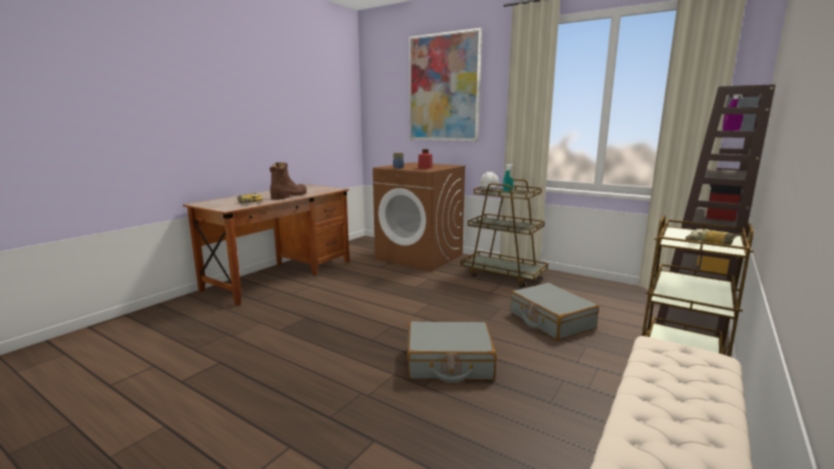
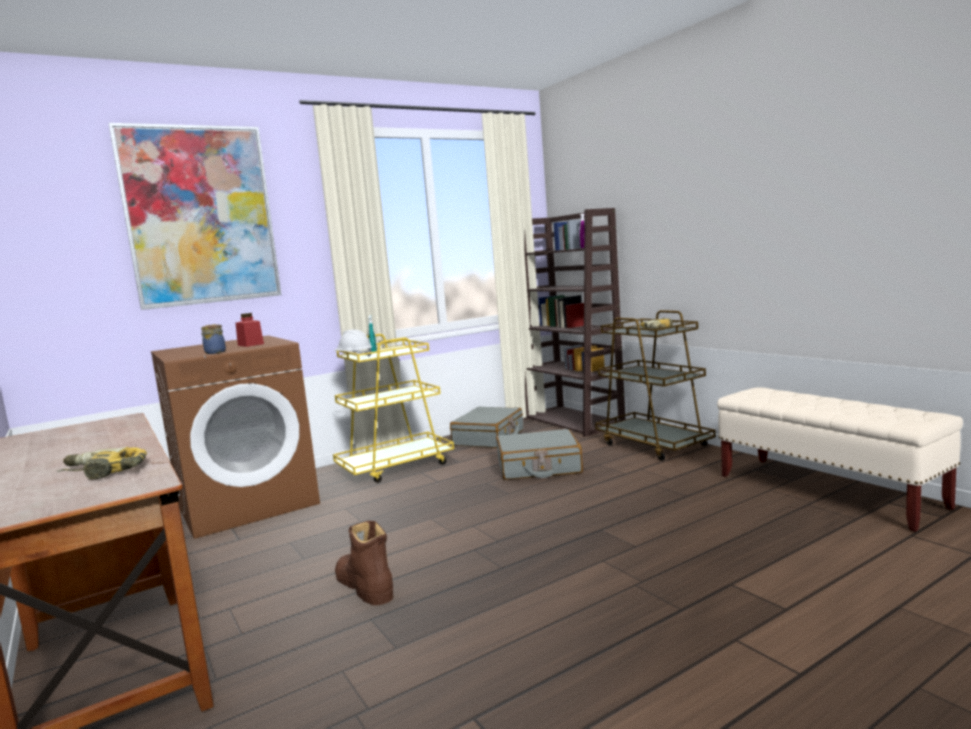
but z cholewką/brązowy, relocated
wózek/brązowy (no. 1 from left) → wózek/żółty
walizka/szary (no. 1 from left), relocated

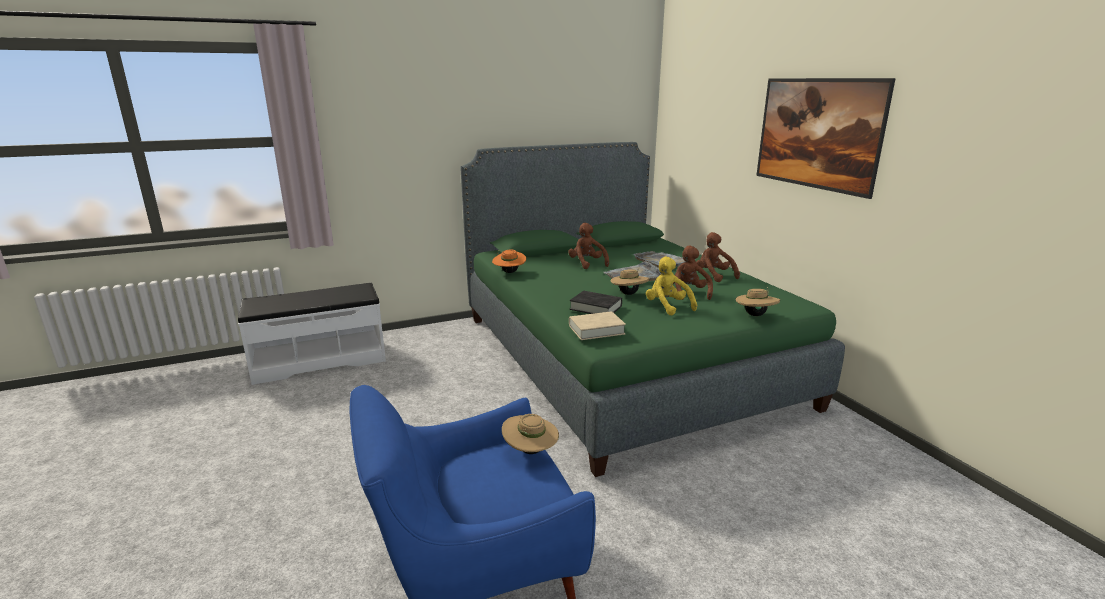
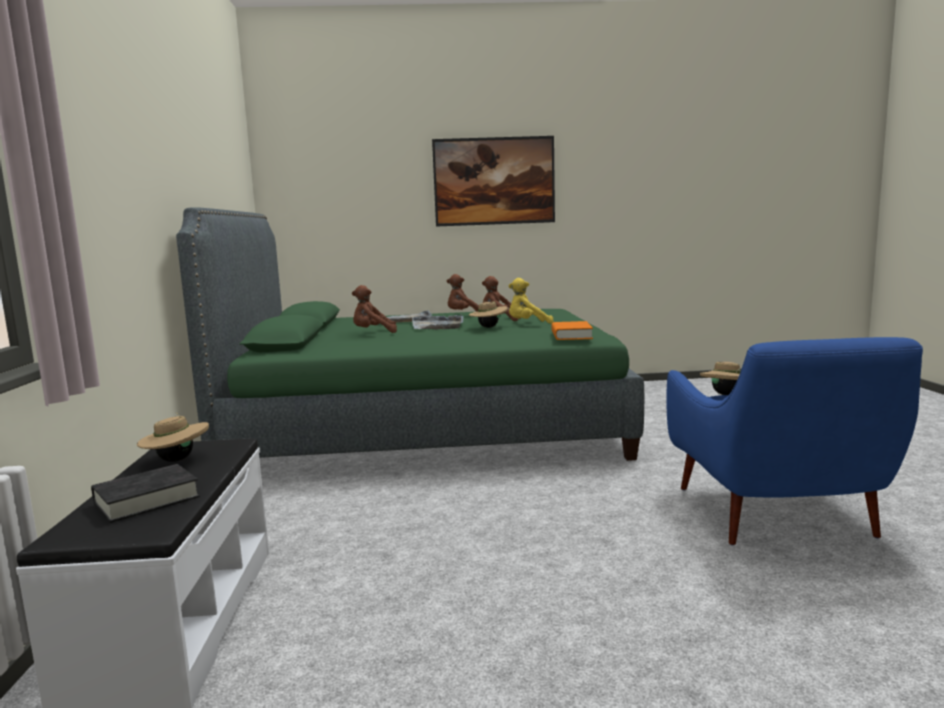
kapelusz/pomarańczowy → -
kapelusz/beżowy (no. 3 from left in the first image) → kapelusz/beżowy (no. 1 from left), relocated
książka/czarny, relocated
książka/beżowy → książka/pomarańczowy

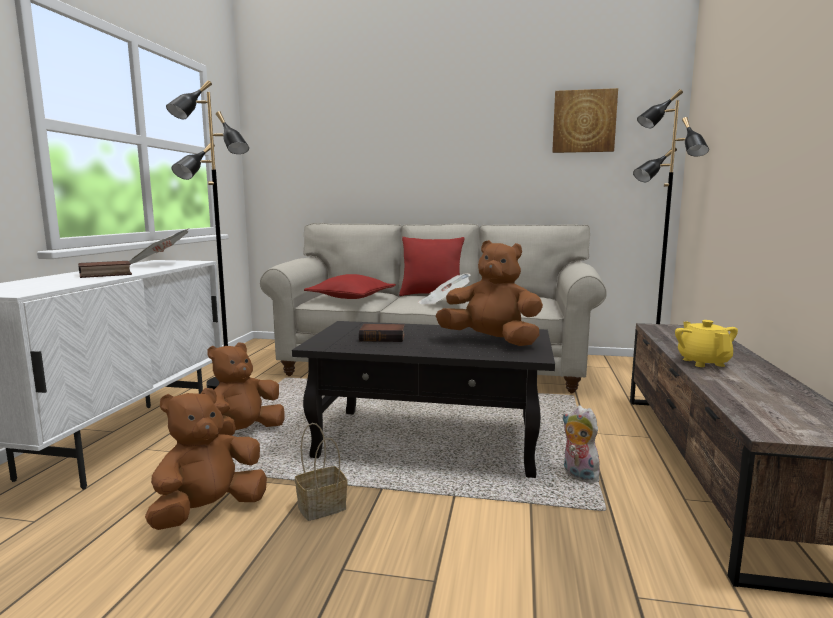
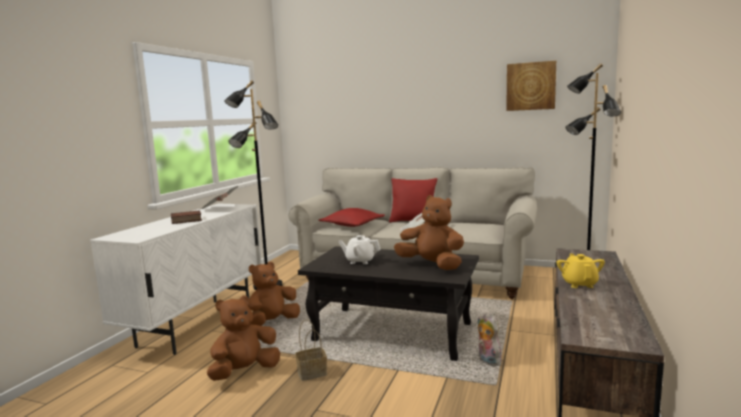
książka (no. 2 from left) → imbryk/biały

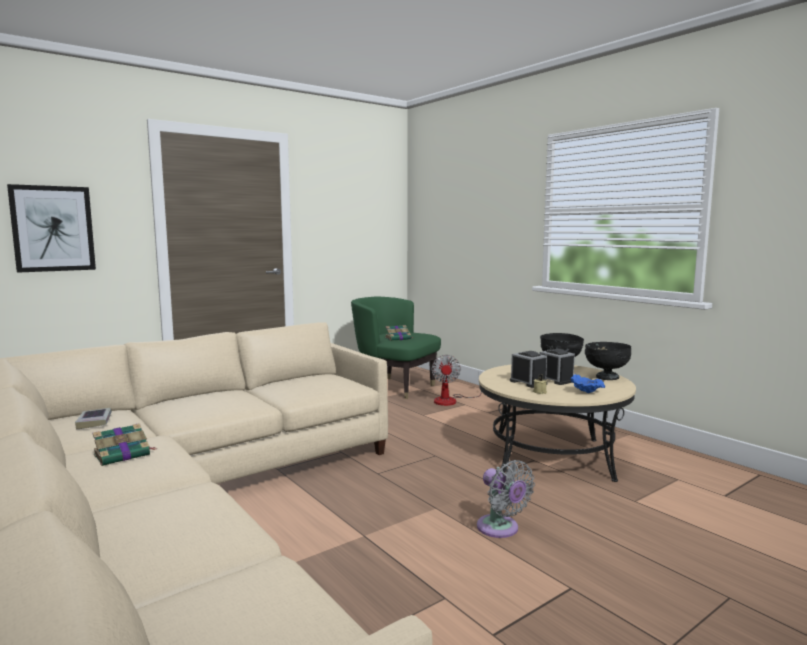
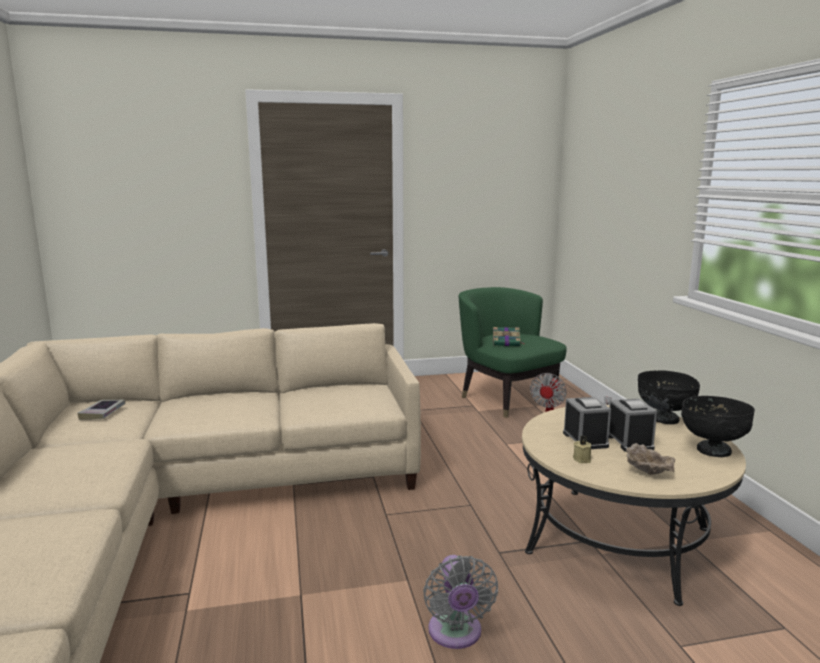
obraz → -
miska/niebieski → miska/beżowy
książka (no. 2 from left) → -

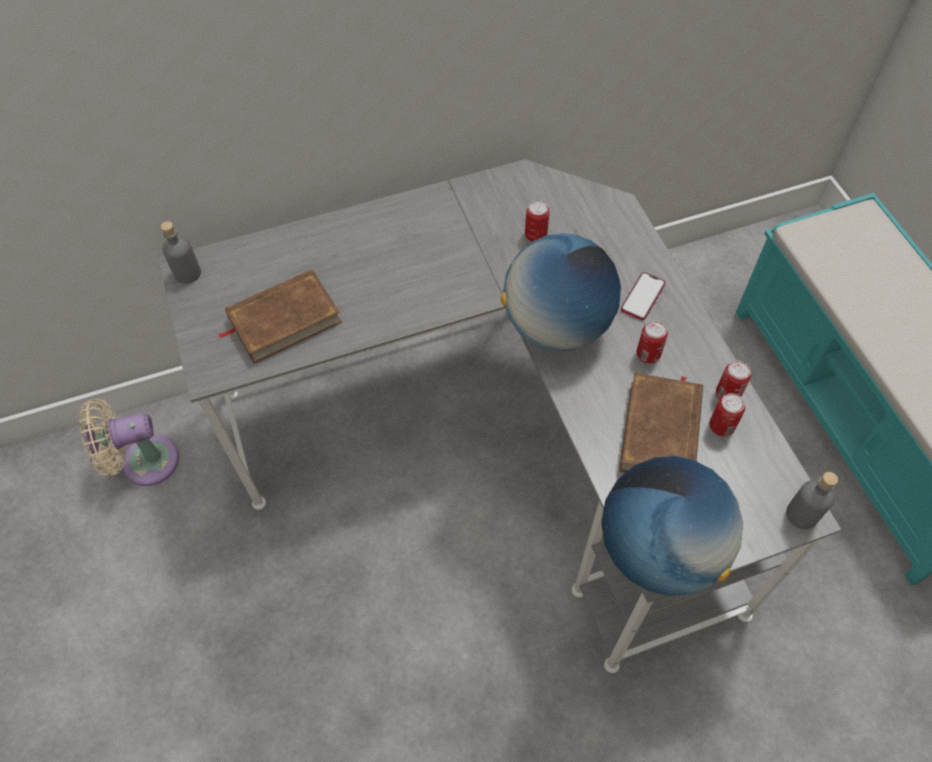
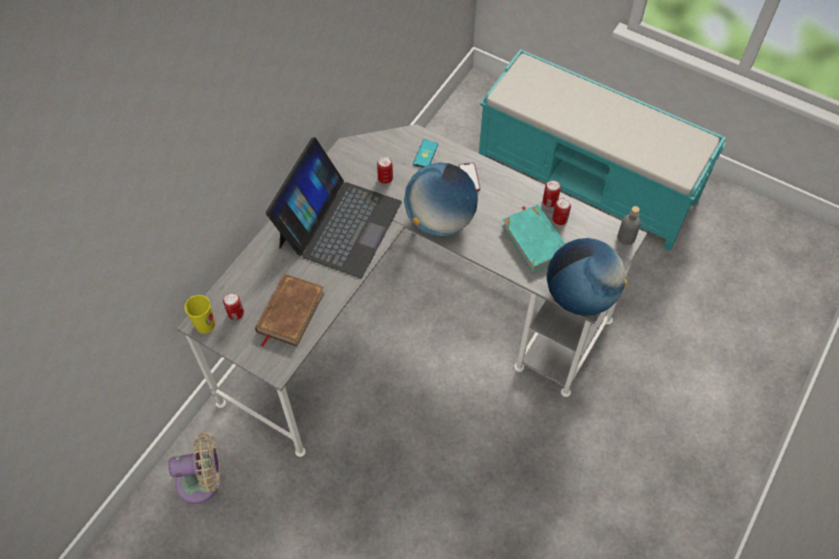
butelka/szary (no. 1 from left) → filiżanka
puszka (no. 2 from left in the first image) → puszka (no. 1 from left), relocated
książka/brązowy (no. 2 from left) → książka/turkusowy
wentylator/beżowy, 135 degrees counterclockwise
- → laptop
- → telefon (no. 1 from left)

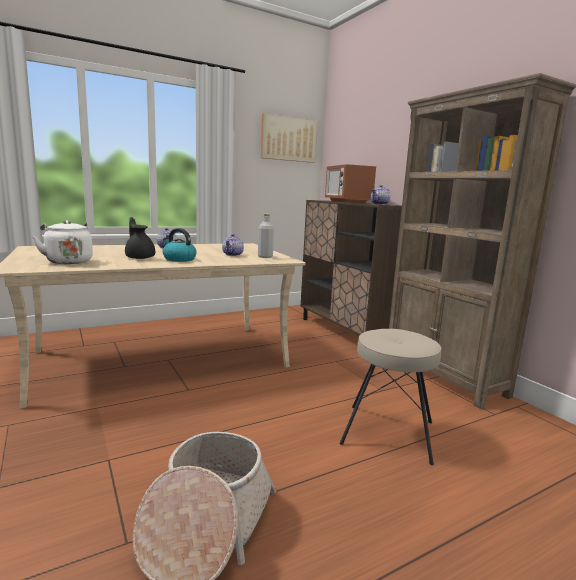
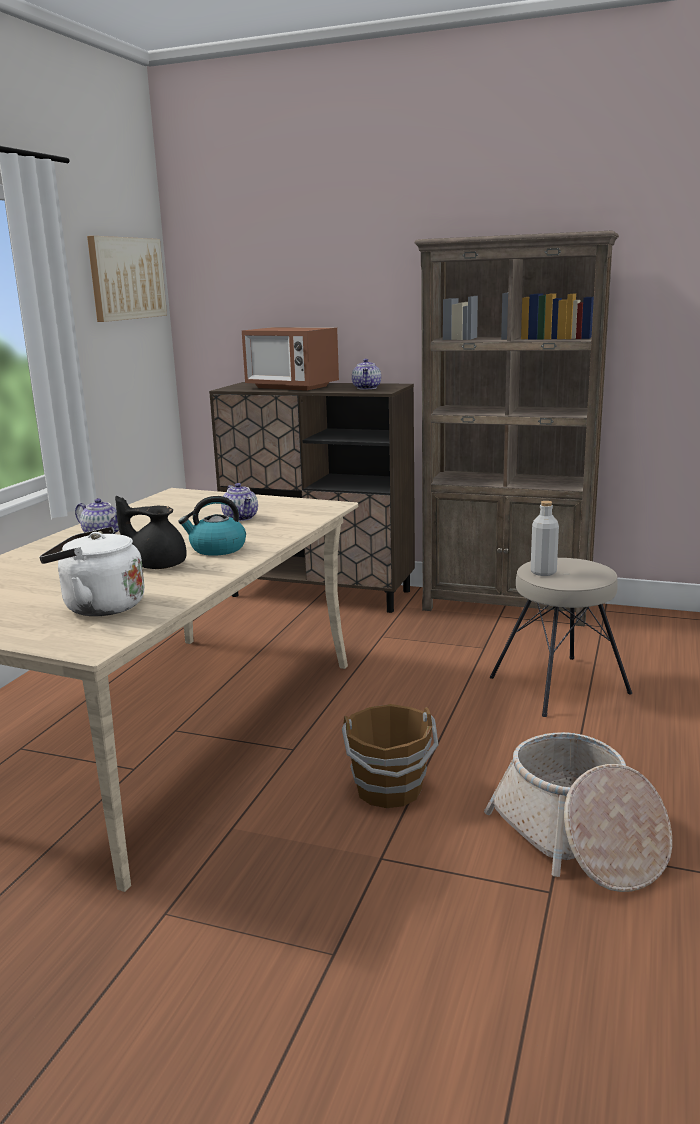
butelka/szary, relocated
- → wiadro/brązowy

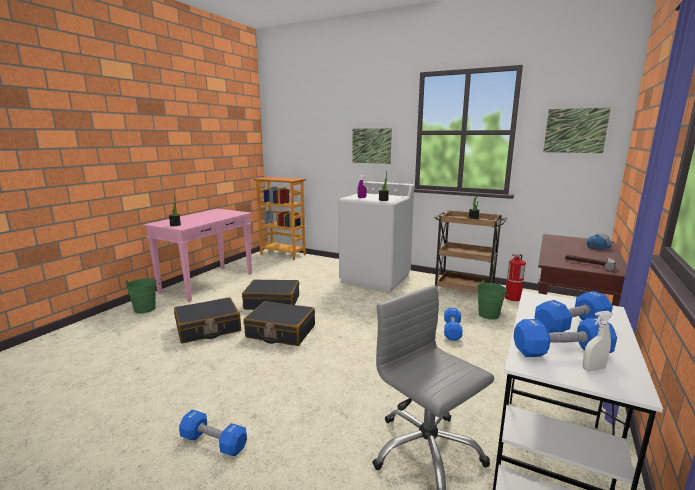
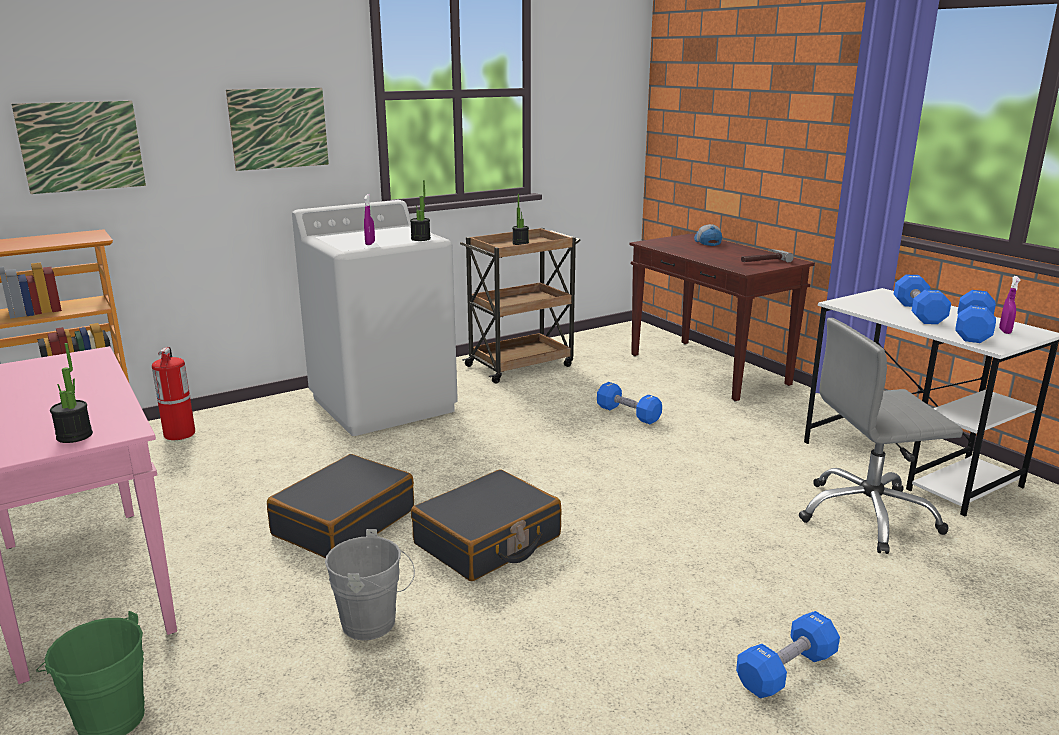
obraz (no. 2 from left in the first image) → obraz (no. 1 from left), relocated
gaśnica, relocated
wiadro/zielony (no. 2 from left) → -
walizka/czarny (no. 1 from left) → wiadro/szary
spryskiwacz/biały → spryskiwacz/fioletowy (no. 2 from left)

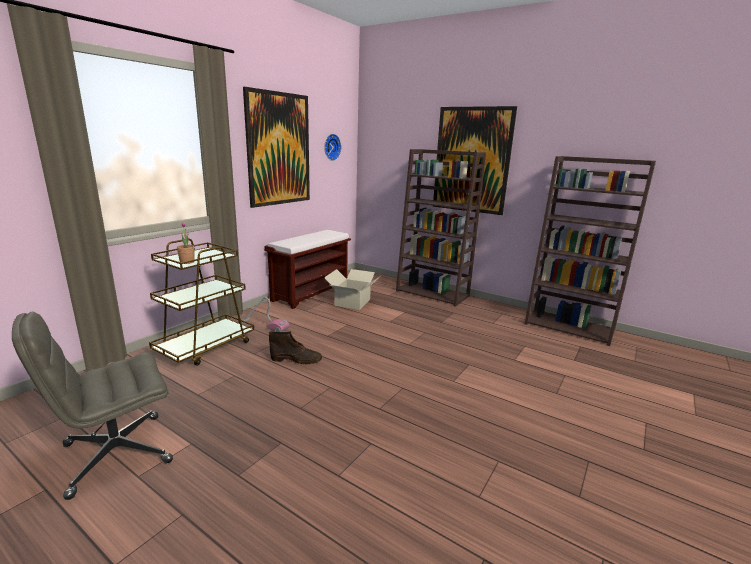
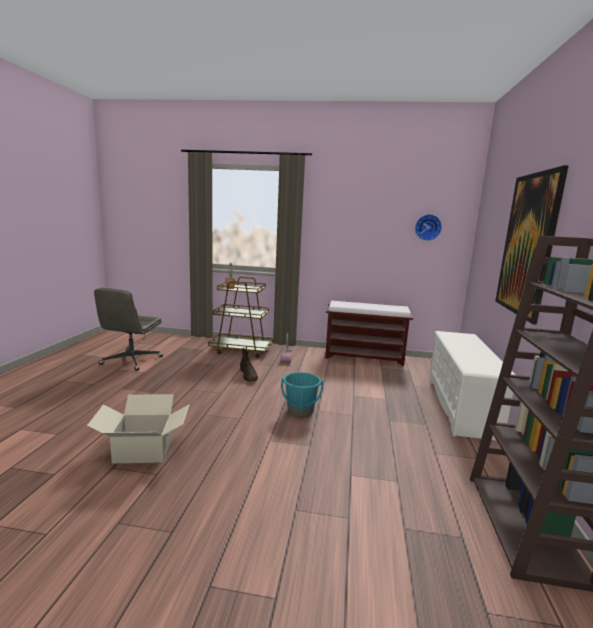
obraz (no. 1 from left) → -
regał/brązowy (no. 1 from left) → regał na buty/biały
karton, relocated
krzesło biurowe/szary, 105 degrees counterclockwise
- → wiadro/turkusowy

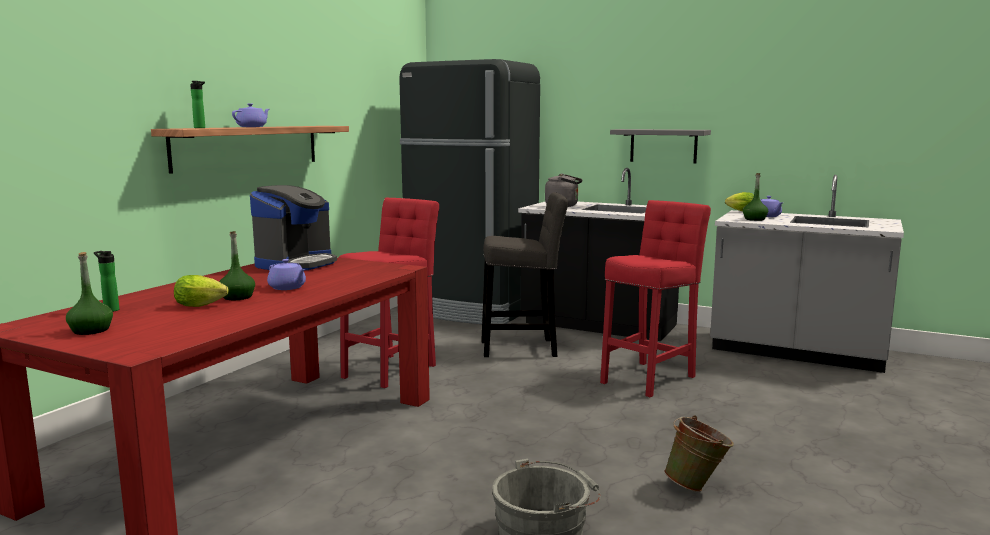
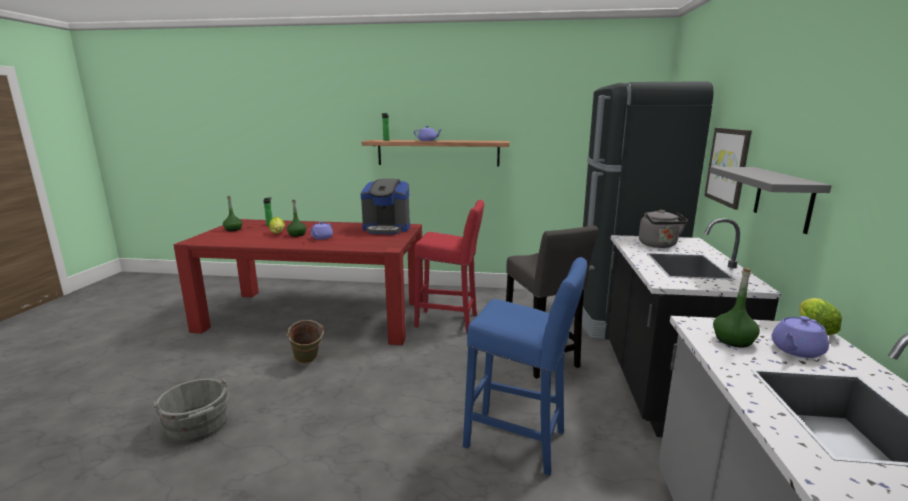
stołek/czerwony (no. 2 from left) → stołek/niebieski
wiadro/zielony, relocated
- → obraz

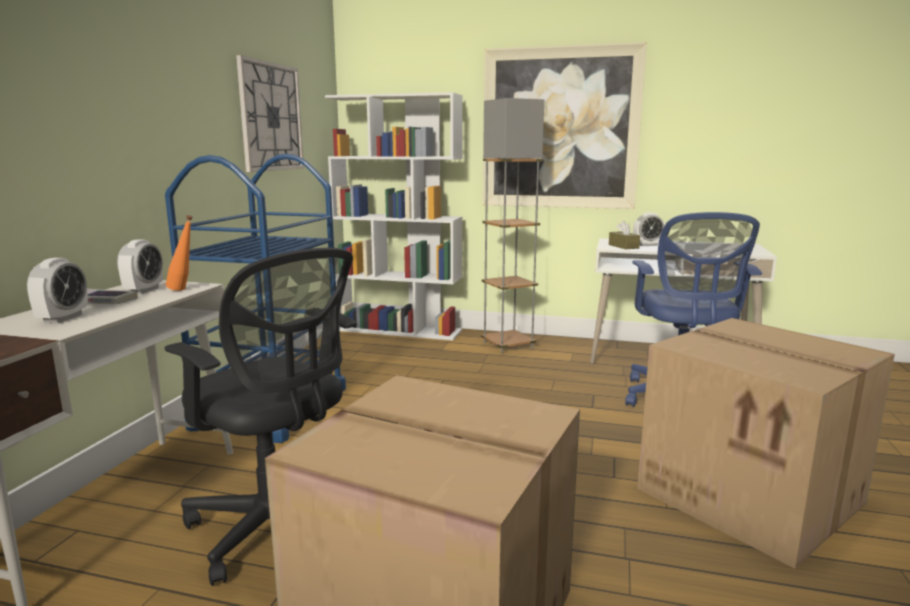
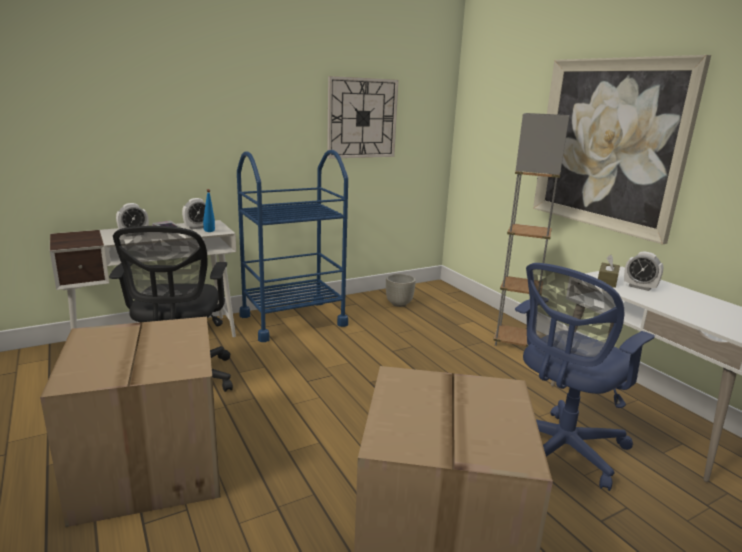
regał/biały → -
butelka/pomarańczowy → butelka/niebieski
- → donica/szary

